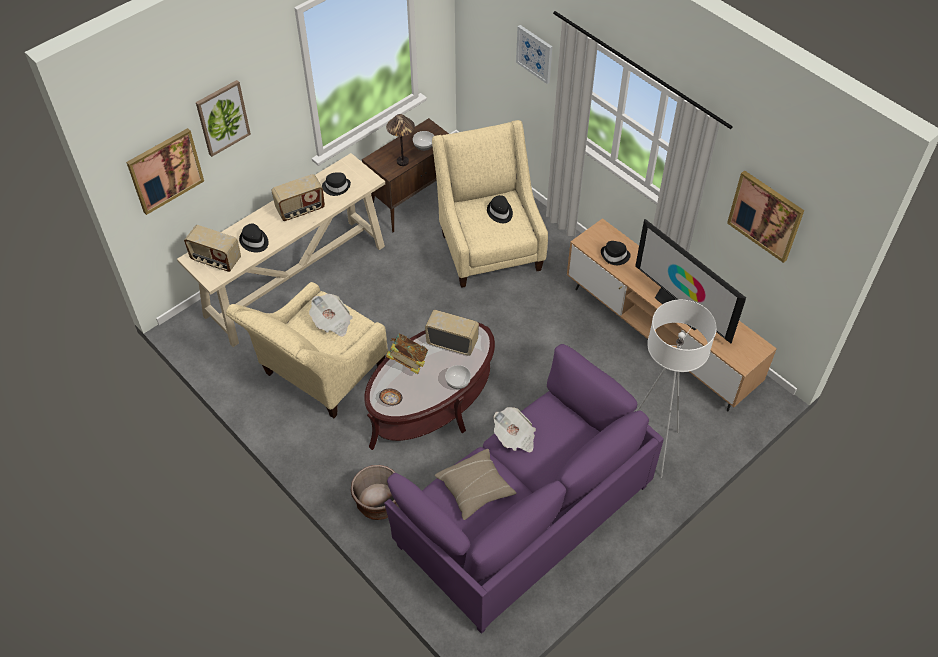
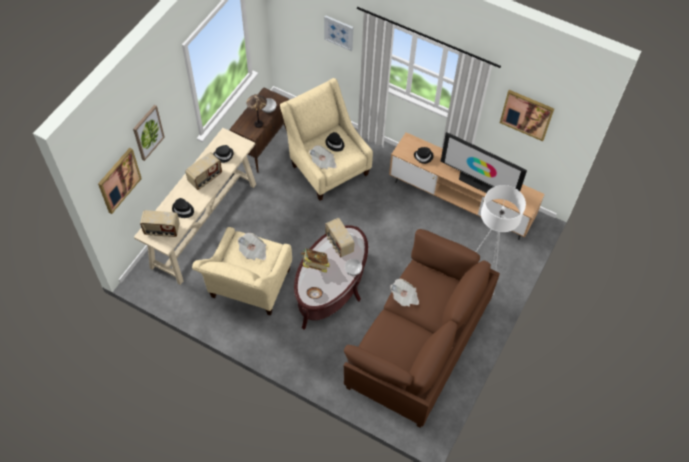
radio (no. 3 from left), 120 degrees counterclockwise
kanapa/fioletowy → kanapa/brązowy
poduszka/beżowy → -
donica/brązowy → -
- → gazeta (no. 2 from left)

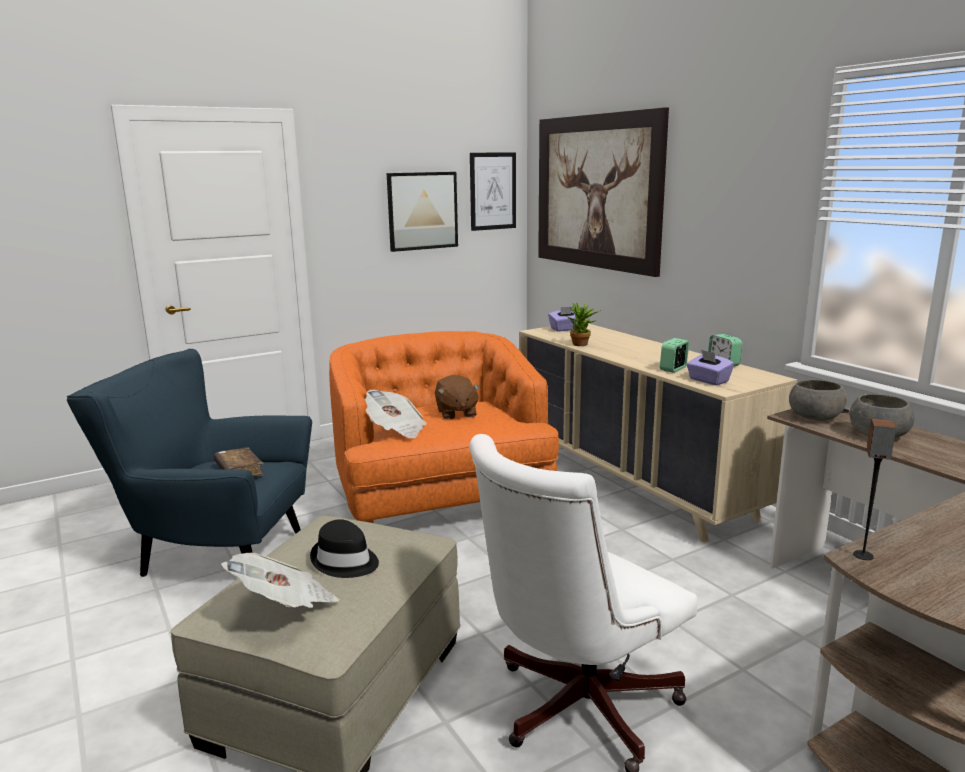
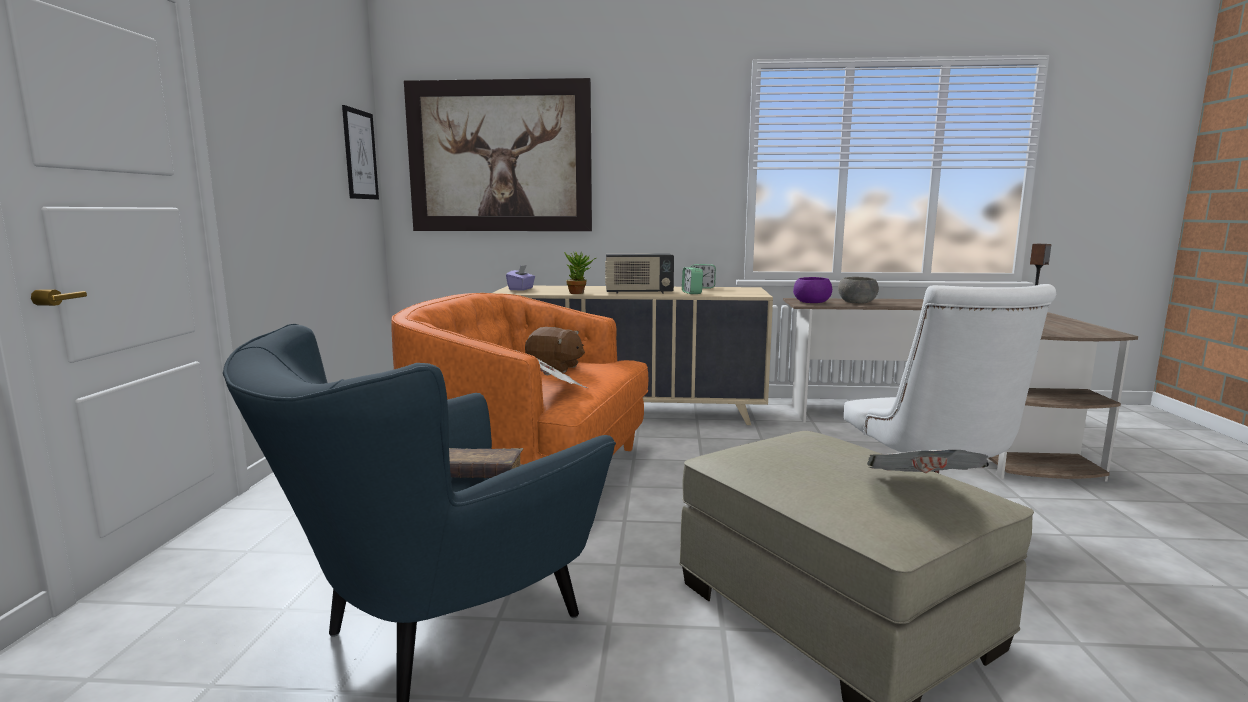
obraz (no. 1 from left) → -
pudełko chusteczek/fioletowy (no. 2 from left) → -
miska/szary (no. 1 from left) → miska/fioletowy
kapelusz/czarny → -
- → radio

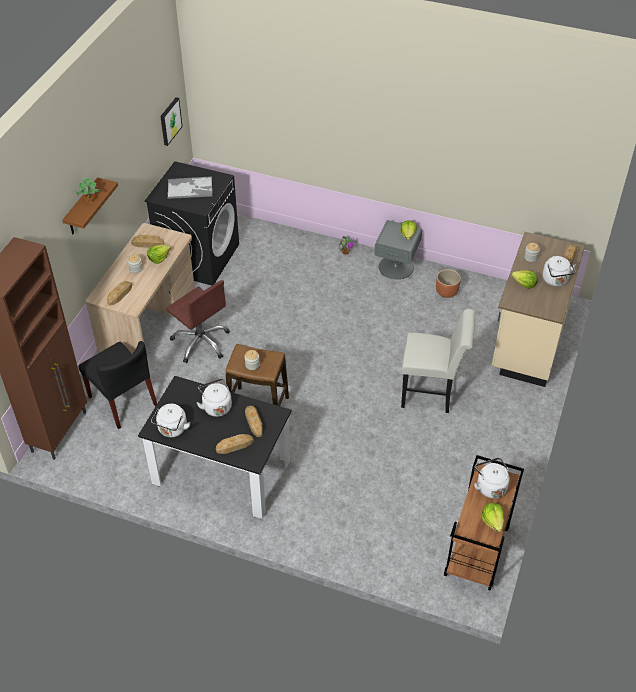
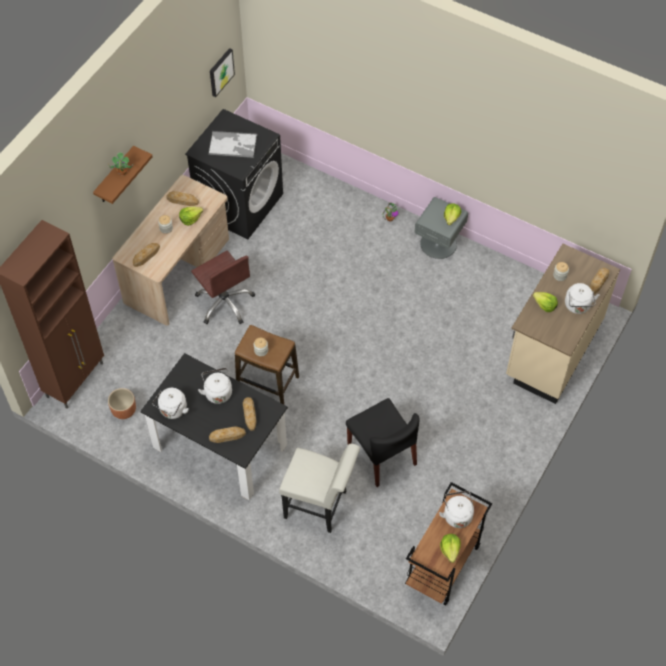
donica/brązowy, relocated
krzesło/biały, relocated
krzesło/czarny, relocated

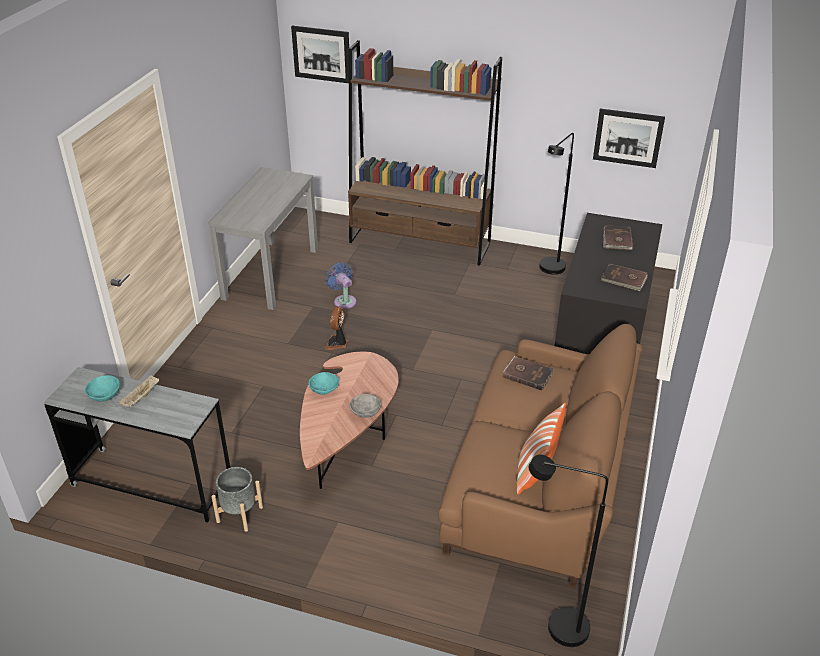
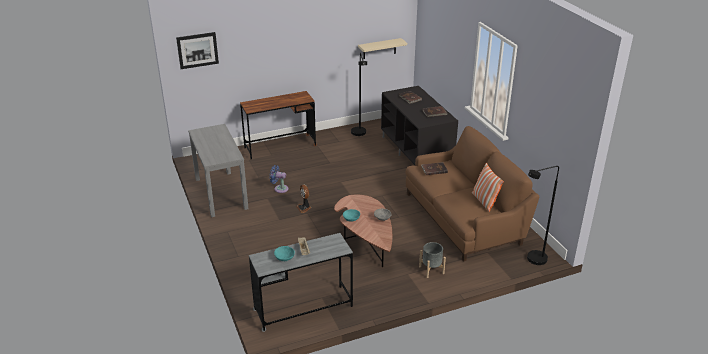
regał/brązowy → biurko/brązowy
obraz (no. 2 from left) → półka/beżowy
donica/szary, relocated

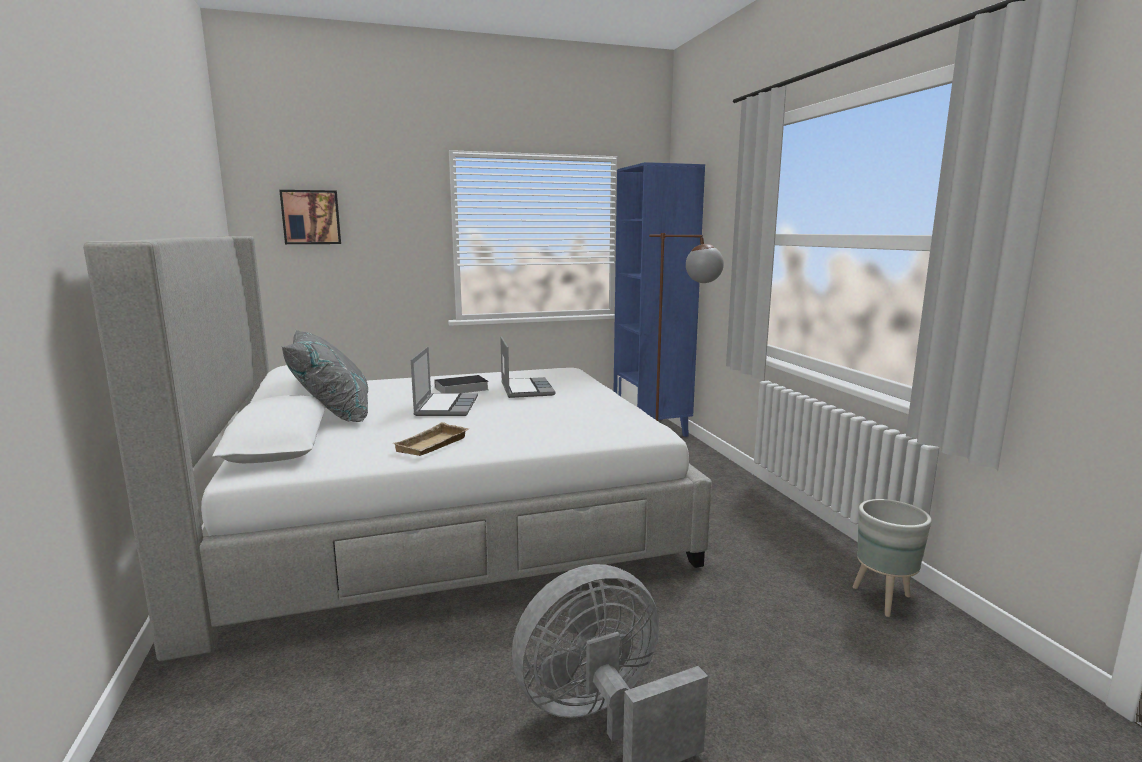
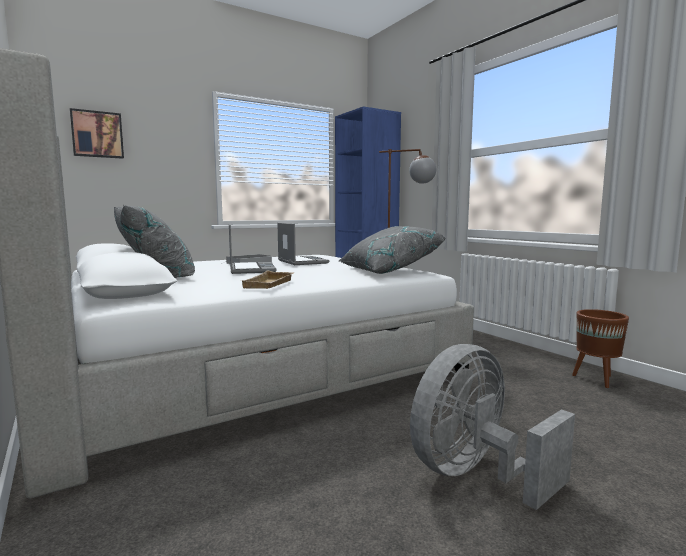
donica/szary → donica/brązowy
- → poduszka/szary (no. 2 from left)

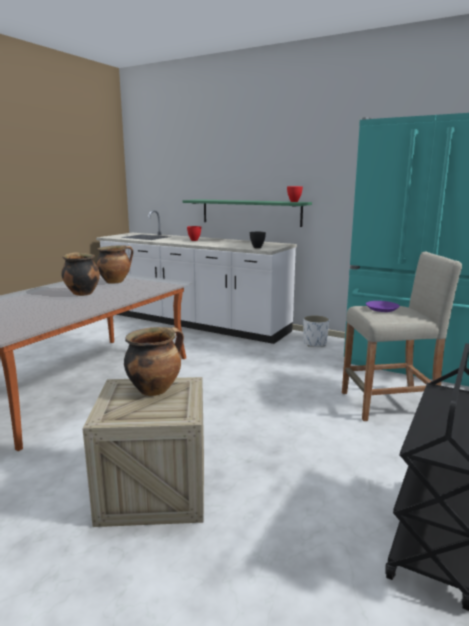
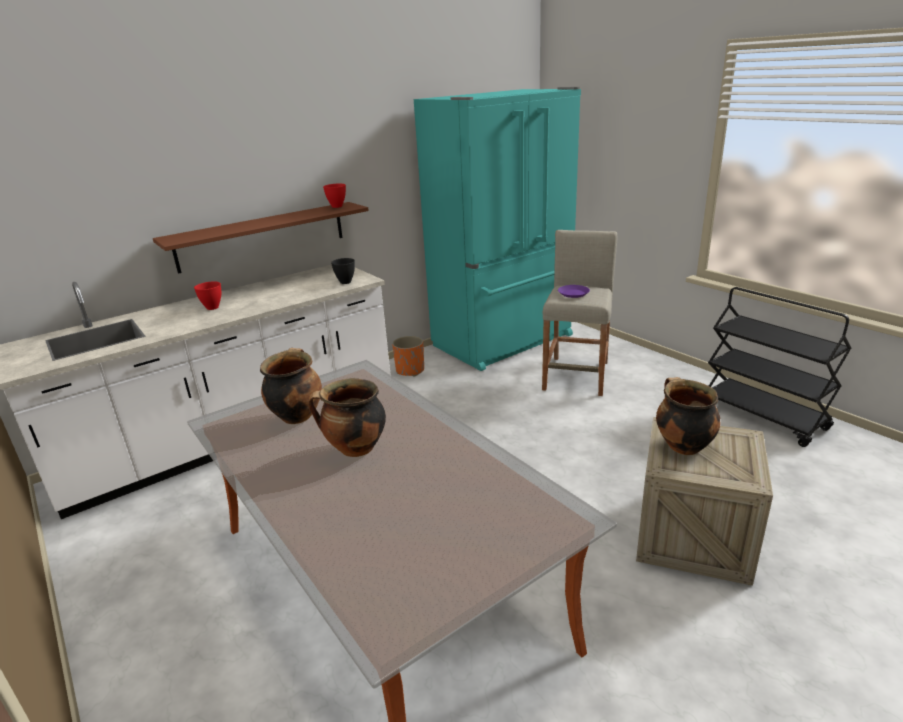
półka/zielony → półka/brązowy
donica/biały → donica/pomarańczowy

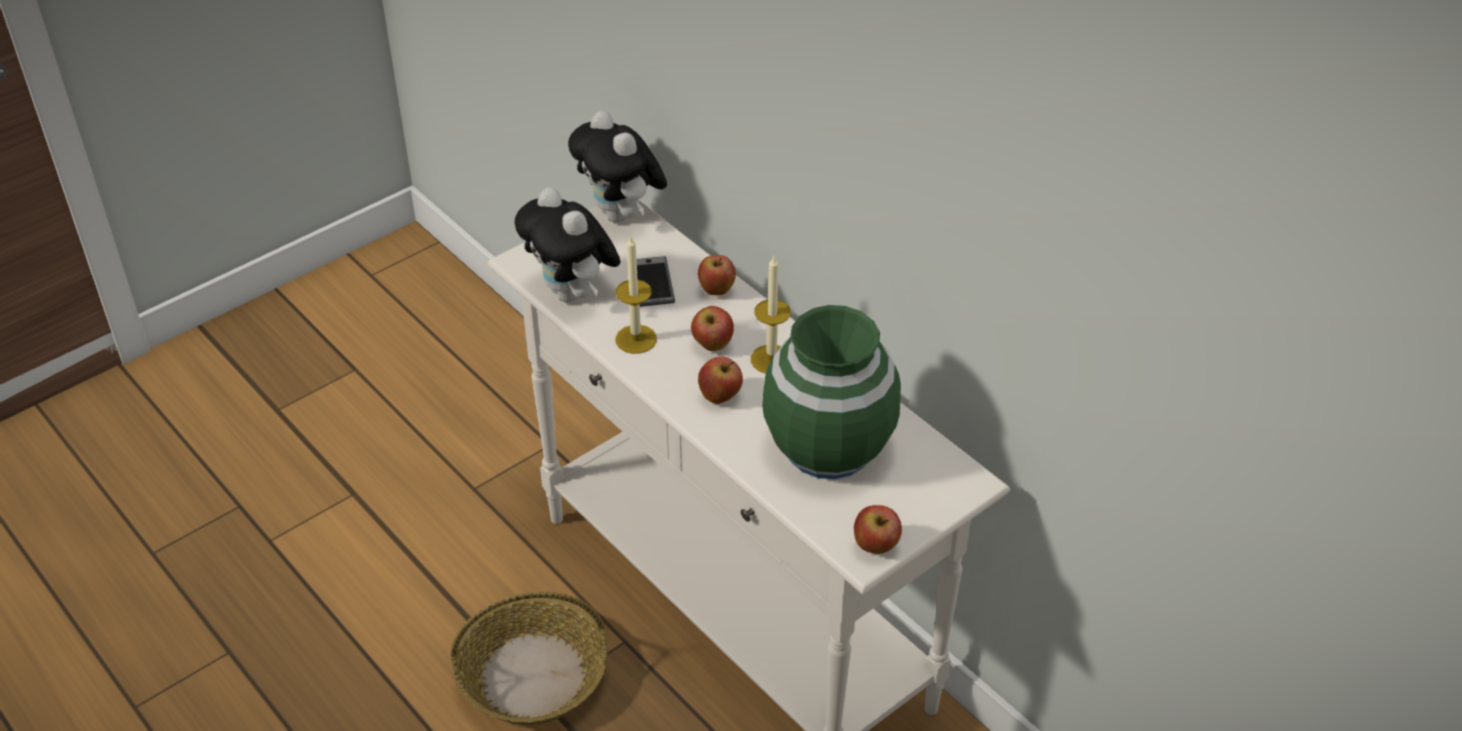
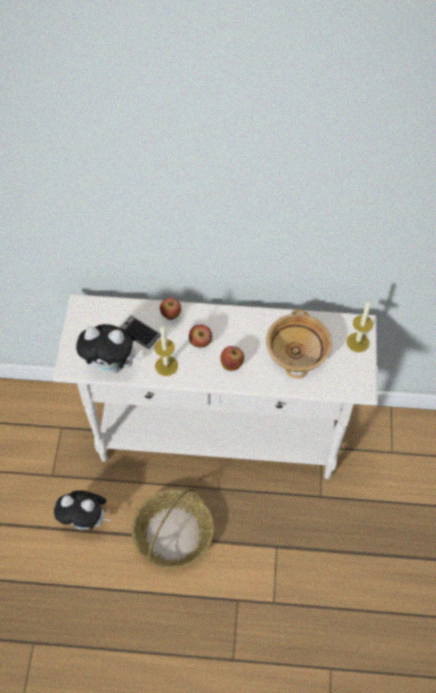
pluszak (no. 2 from left in the first image) → pluszak (no. 1 from left), relocated
świeca (no. 2 from left), relocated
wazon/zielony → miska/beżowy
jabłko (no. 4 from left) → -

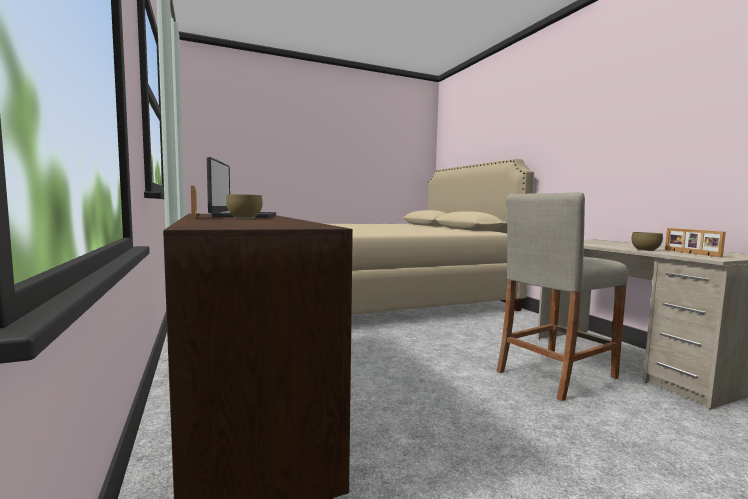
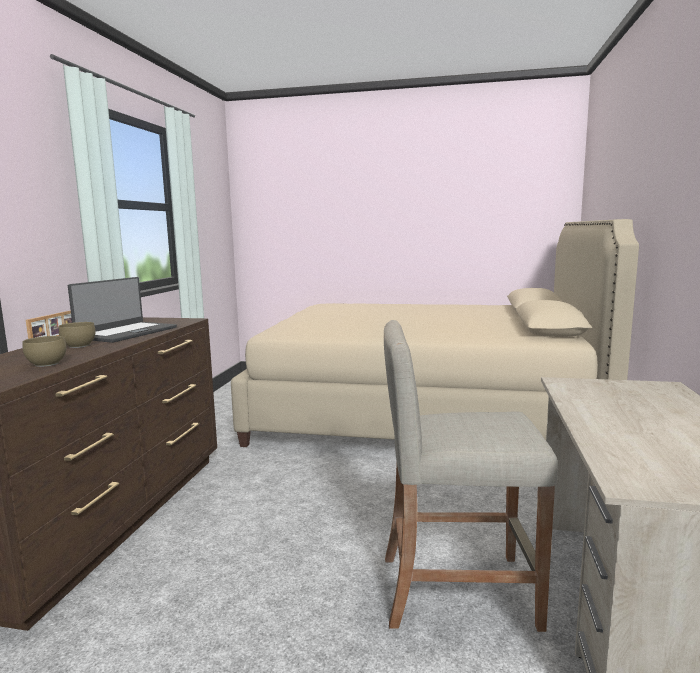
ramka na zdjęcie (no. 2 from left) → -
miska/brązowy (no. 2 from left in the first image) → miska/brązowy (no. 1 from left), relocated

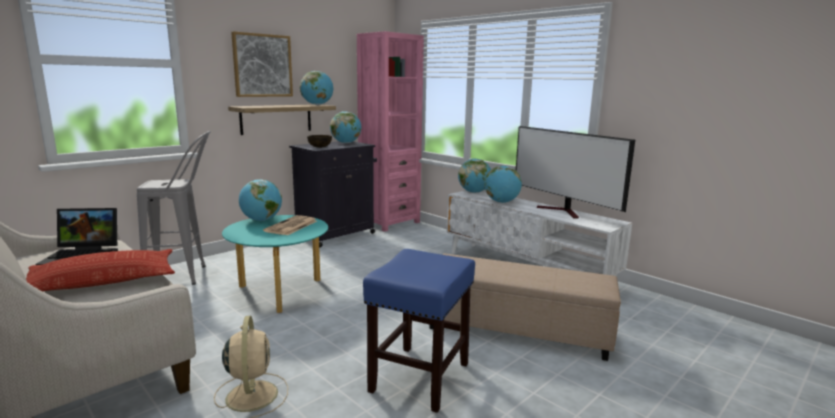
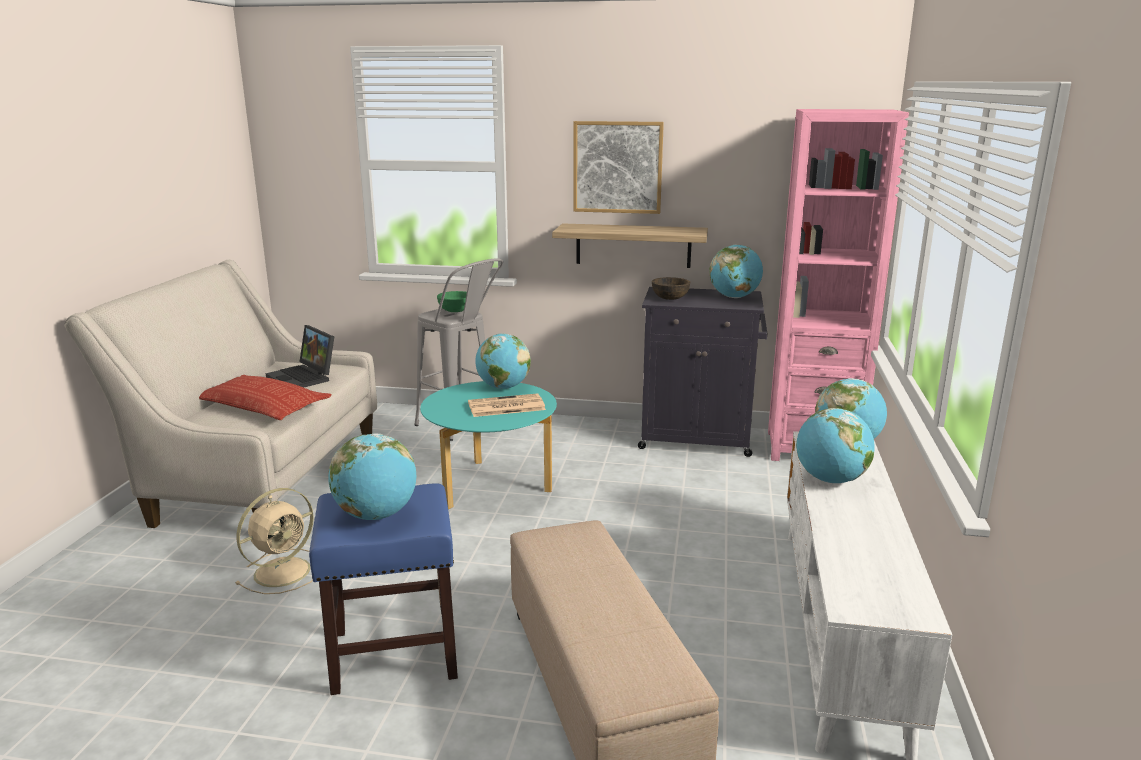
globus (no. 2 from left in the first image) → globus (no. 1 from left), relocated
telewizor → -
- → miska/zielony

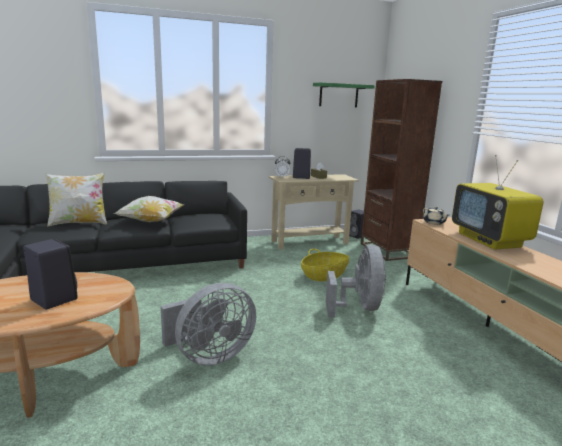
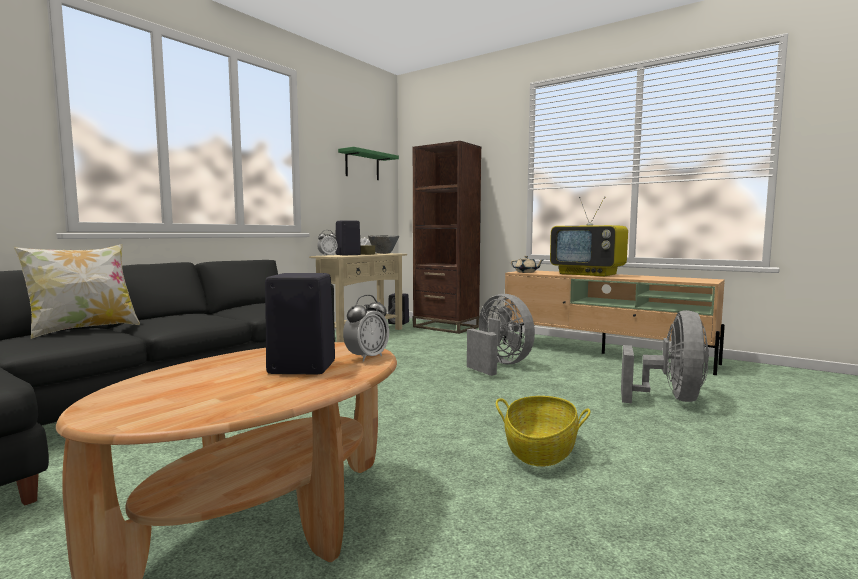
poduszka (no. 2 from left) → -
koszyk, relocated
wentylator/szary (no. 1 from left in the first image) → wentylator/szary (no. 2 from left), relocated
- → miska/szary
- → budzik (no. 2 from left)

